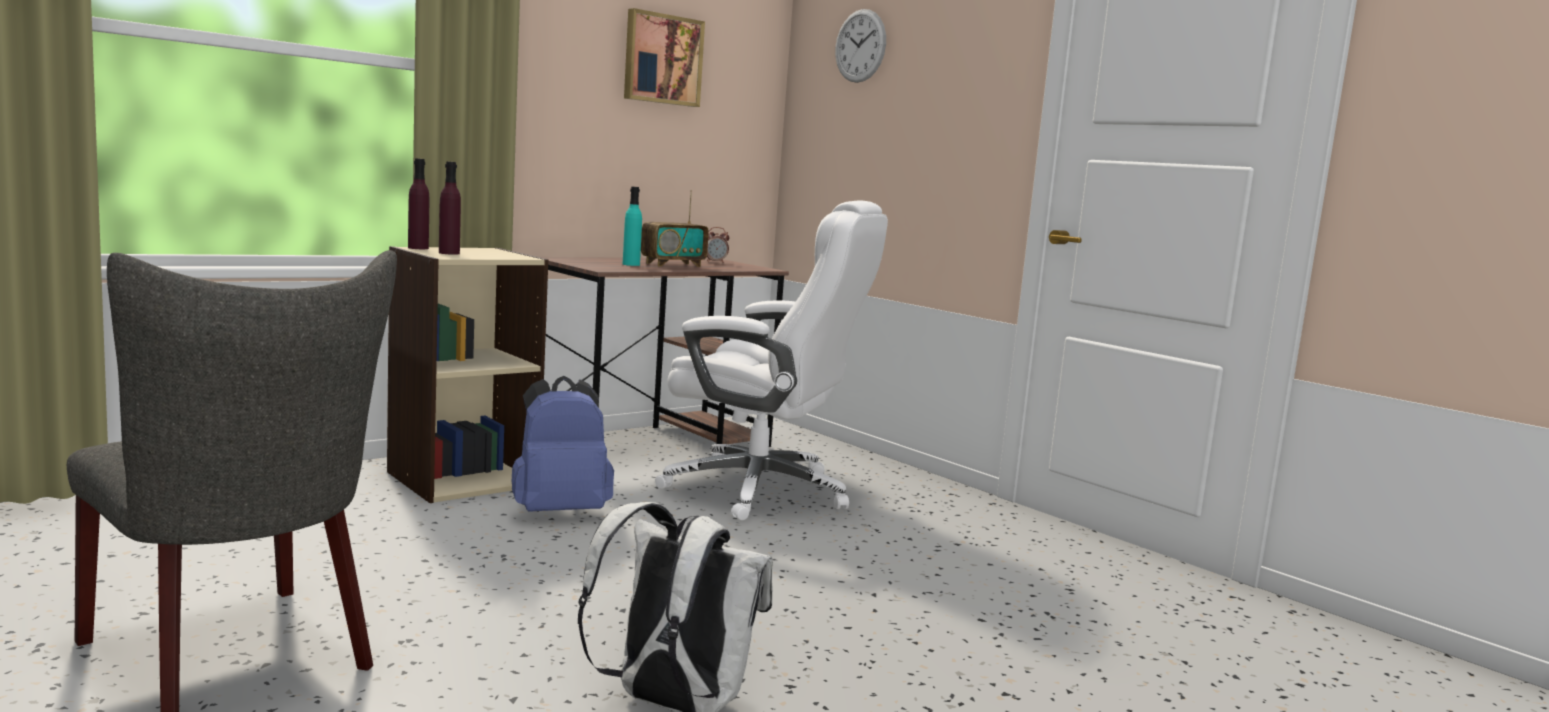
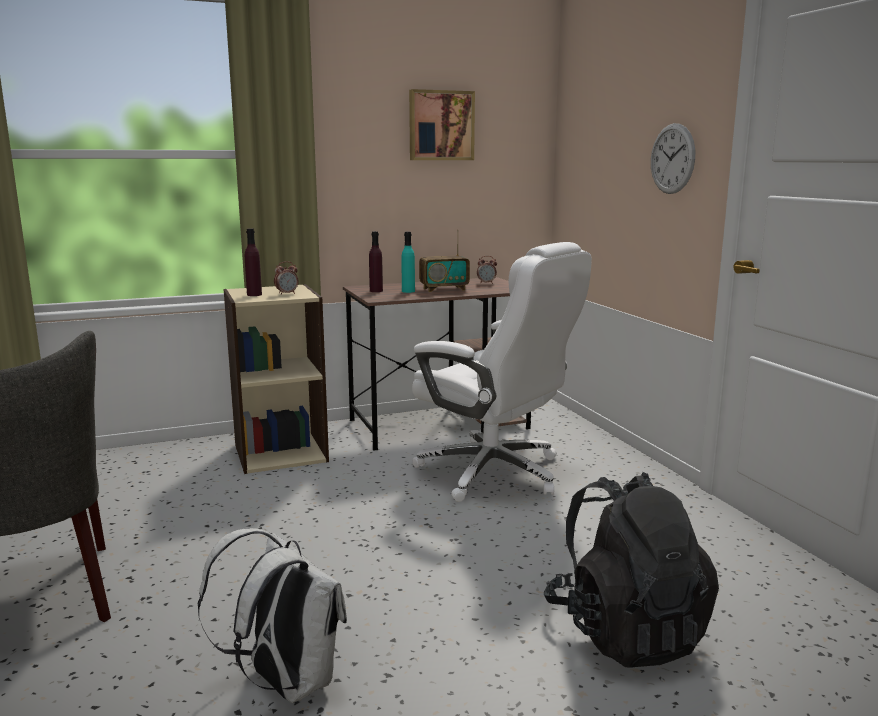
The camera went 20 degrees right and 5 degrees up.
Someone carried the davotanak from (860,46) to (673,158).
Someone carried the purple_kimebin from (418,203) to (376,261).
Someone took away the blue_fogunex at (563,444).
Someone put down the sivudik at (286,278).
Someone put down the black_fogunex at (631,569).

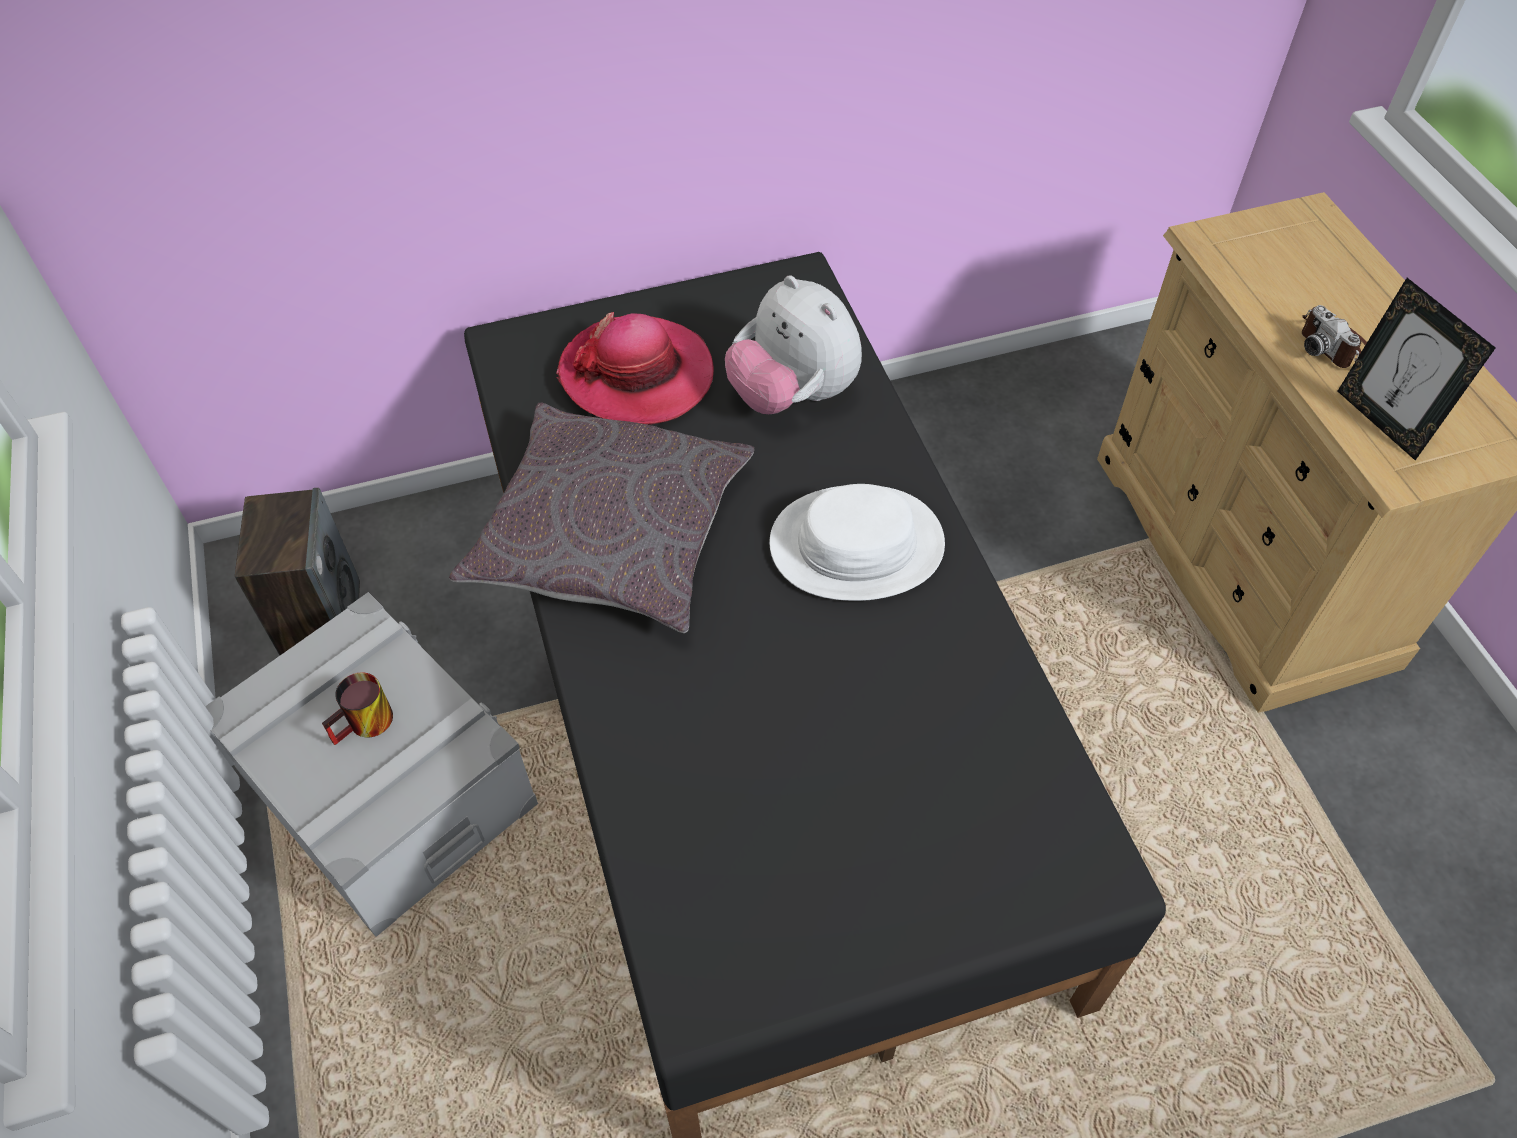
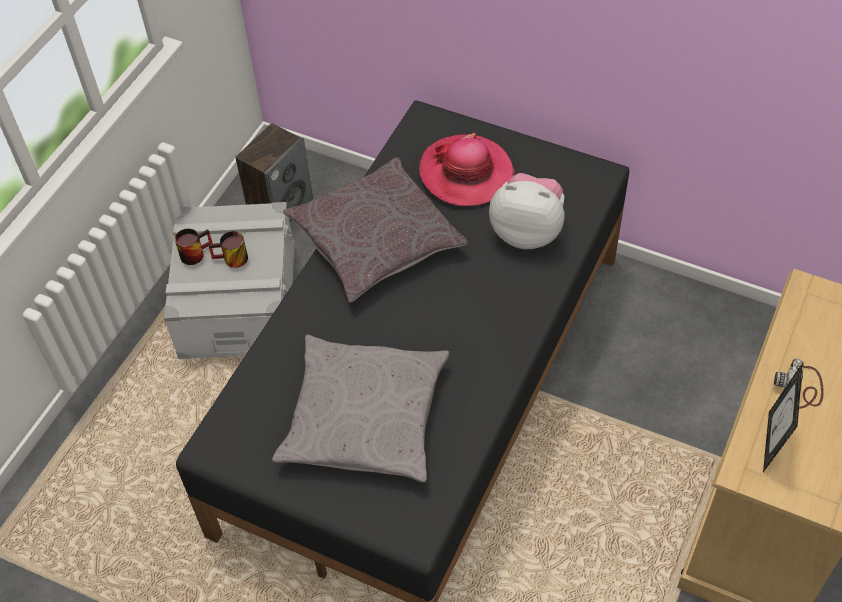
The camera went 45 degrees right and 0 degrees up.
Someone rotated the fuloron at (793,344) by 105 degrees clockwise.
Someone took away the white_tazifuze at (857,542).
Someone put down the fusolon at (194,246).
Someone put down the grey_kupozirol at (360,408).

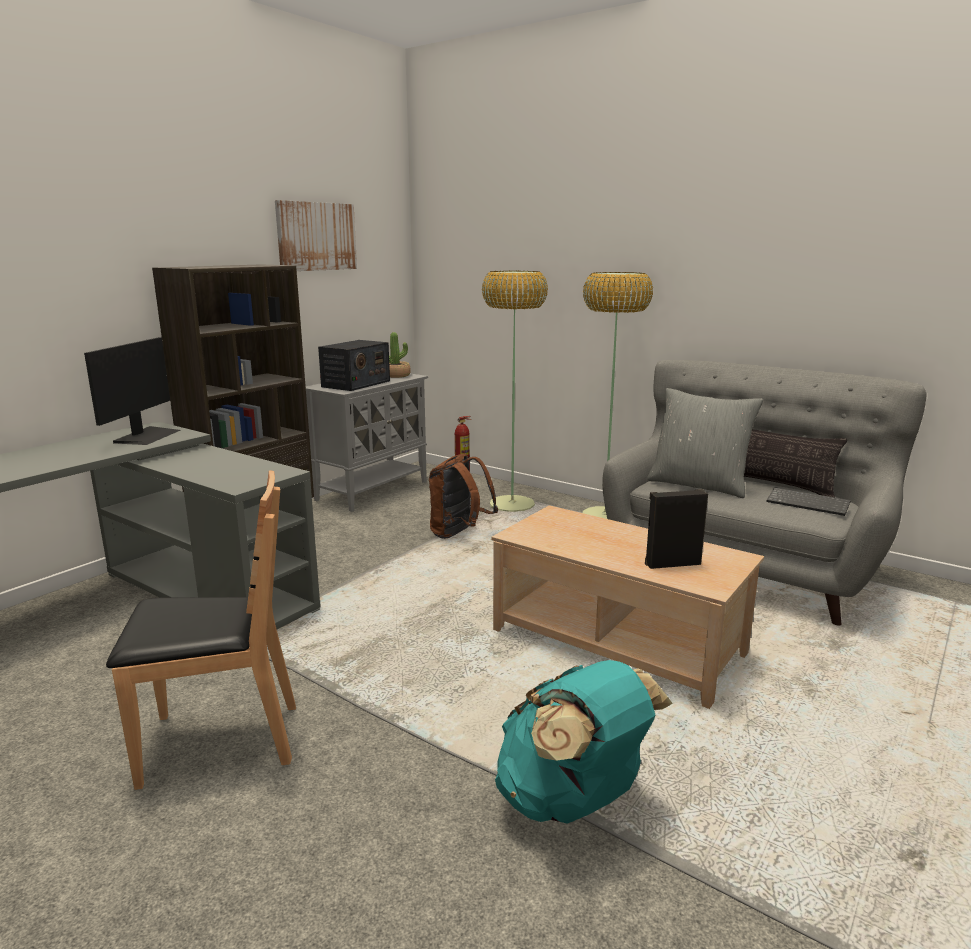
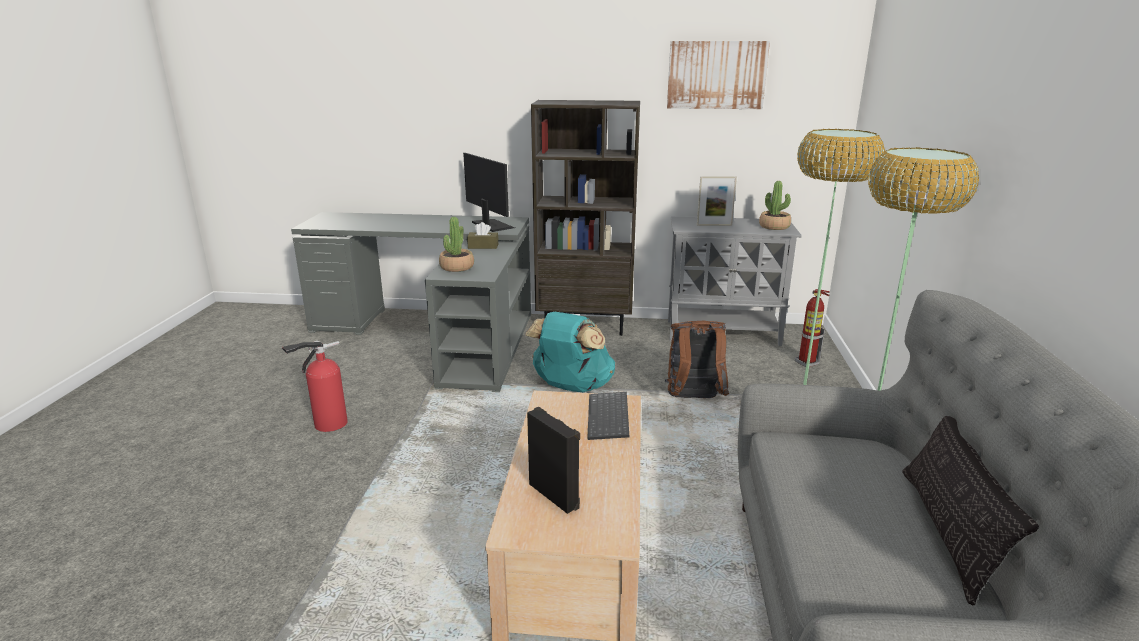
The camera went 60 degrees right and 5 degrees up.
Someone rotated the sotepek at (132,391) by 105 degrees counterclockwise.
Someone swapped the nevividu at (354,365) for the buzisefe at (717,201).
Someone took away the grey_kupozirol at (705,443).
Someone swapped the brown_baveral at (201,630) for the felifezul at (315,386).
Someone carried the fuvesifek from (808,501) to (608,416).
Someone carried the turquoise_fogunex from (584,742) to (570,352).
Someone put down the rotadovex at (456,244).
Someone put down the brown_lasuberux at (482,235).

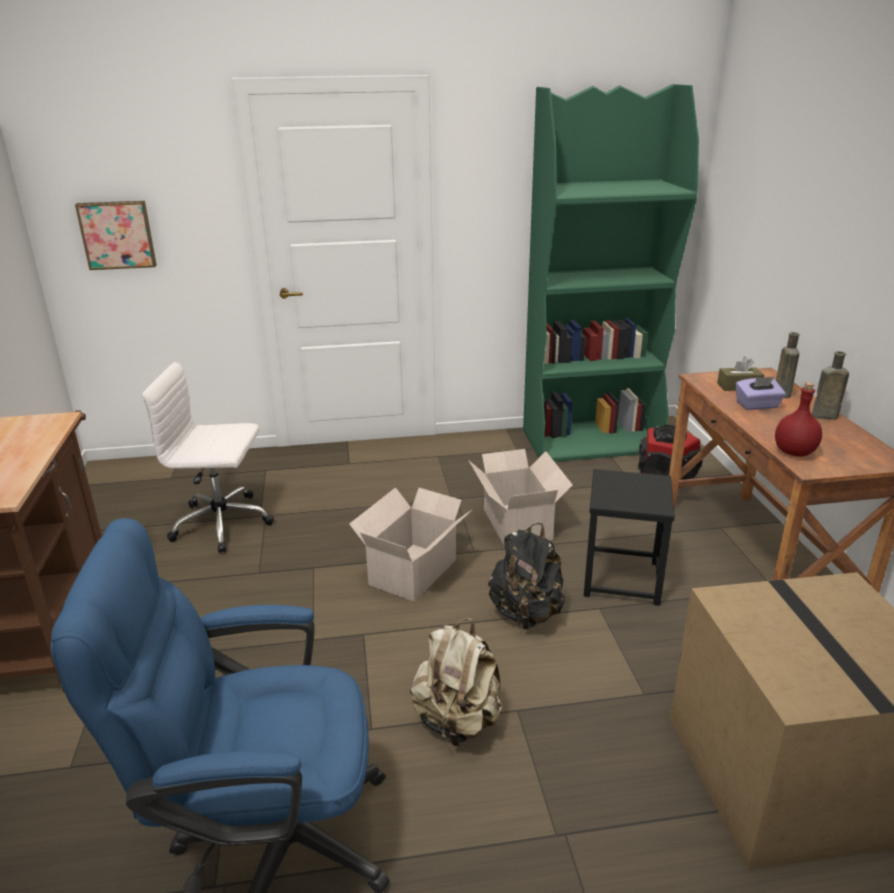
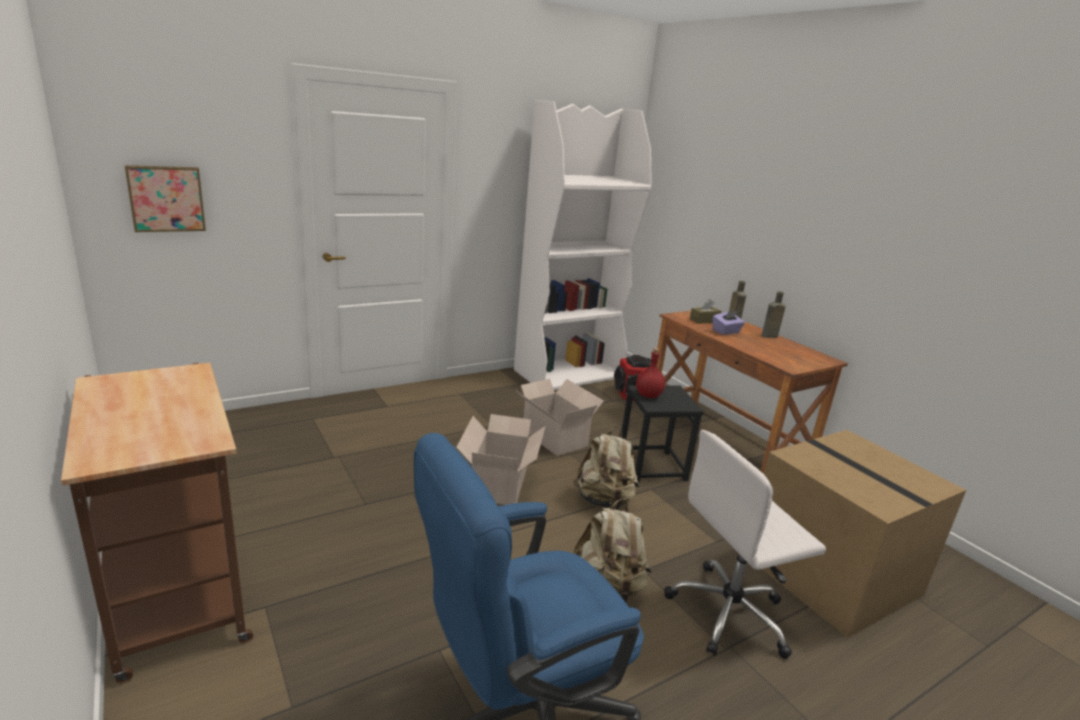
The camera went 25 degrees left and 5 degrees down.
Someone repainted the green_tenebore at (611,273), which became the white_tenebore at (583,245).
Someone carried the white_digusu from (208,457) to (745,544).
Someone carried the red_kimebin from (798,419) to (650,373).
Someone repainted the black_fogunex at (526,576), which became the beige_fogunex at (606,468).

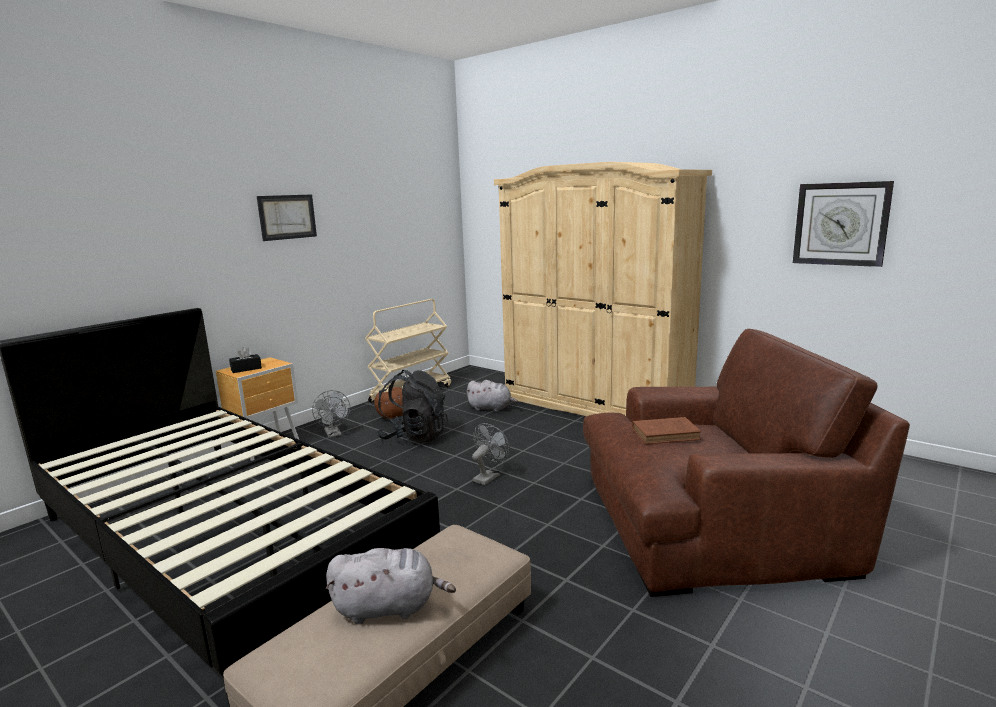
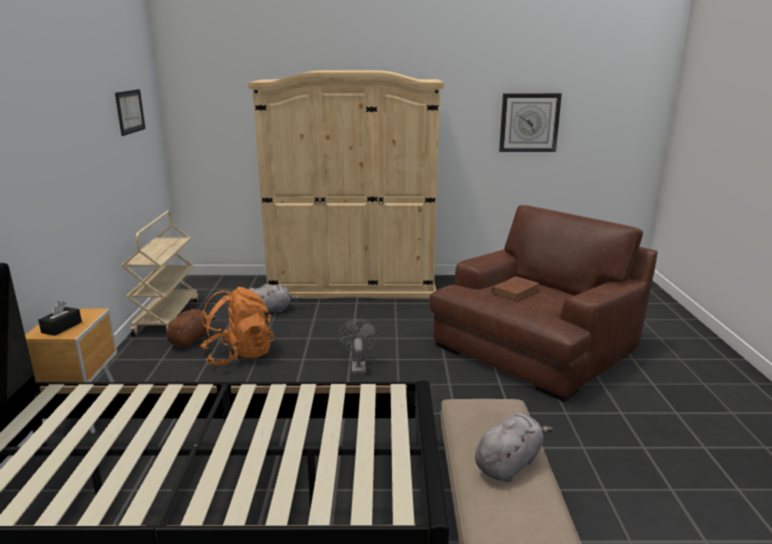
The camera went 40 degrees left and 5 degrees up.
Someone carried the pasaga from (287,217) to (130,112).
Someone repainted the black_fogunex at (412,406), which became the orange_fogunex at (237,326).
Someone took away the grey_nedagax at (331,414).

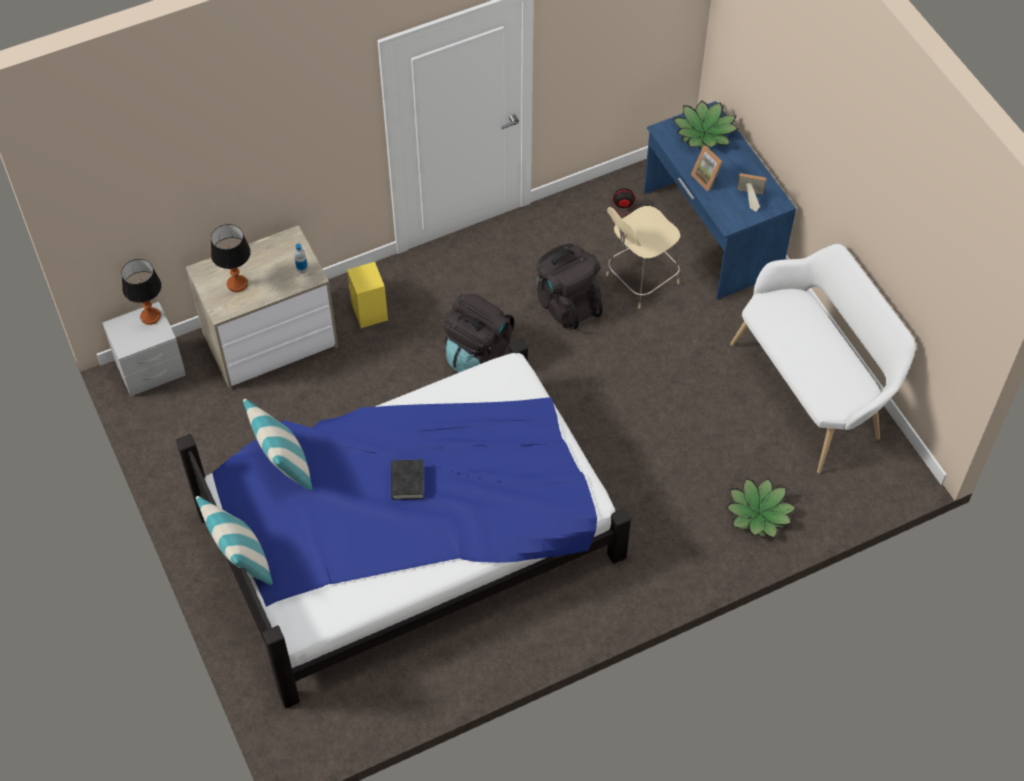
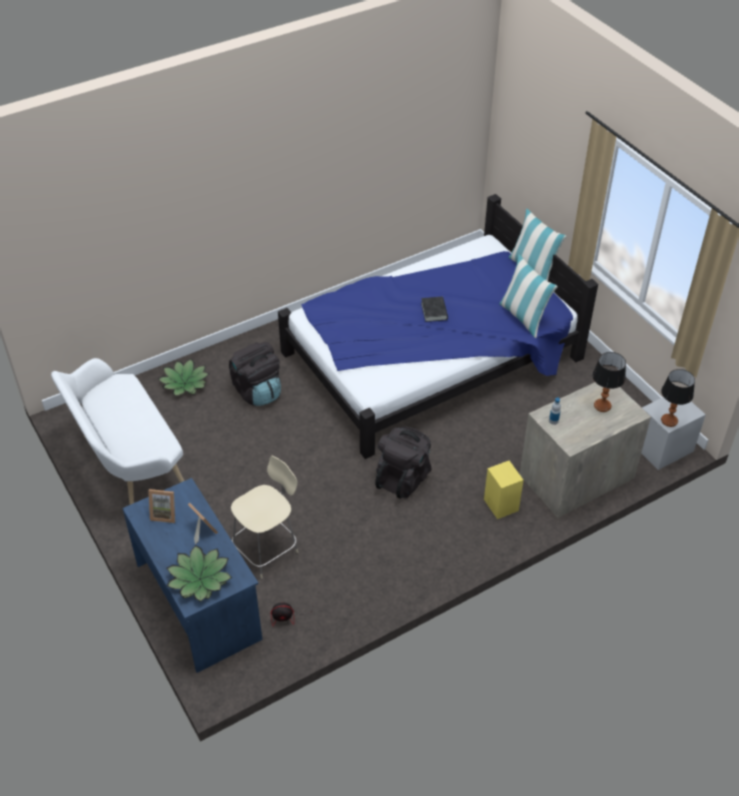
The camera went 175 degrees right and 10 degrees down.
Someone carried the black_fogunex from (570,286) to (255,374).

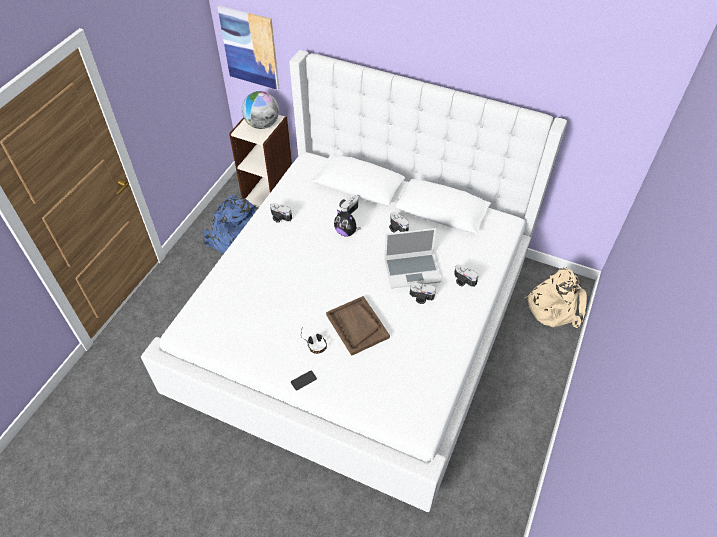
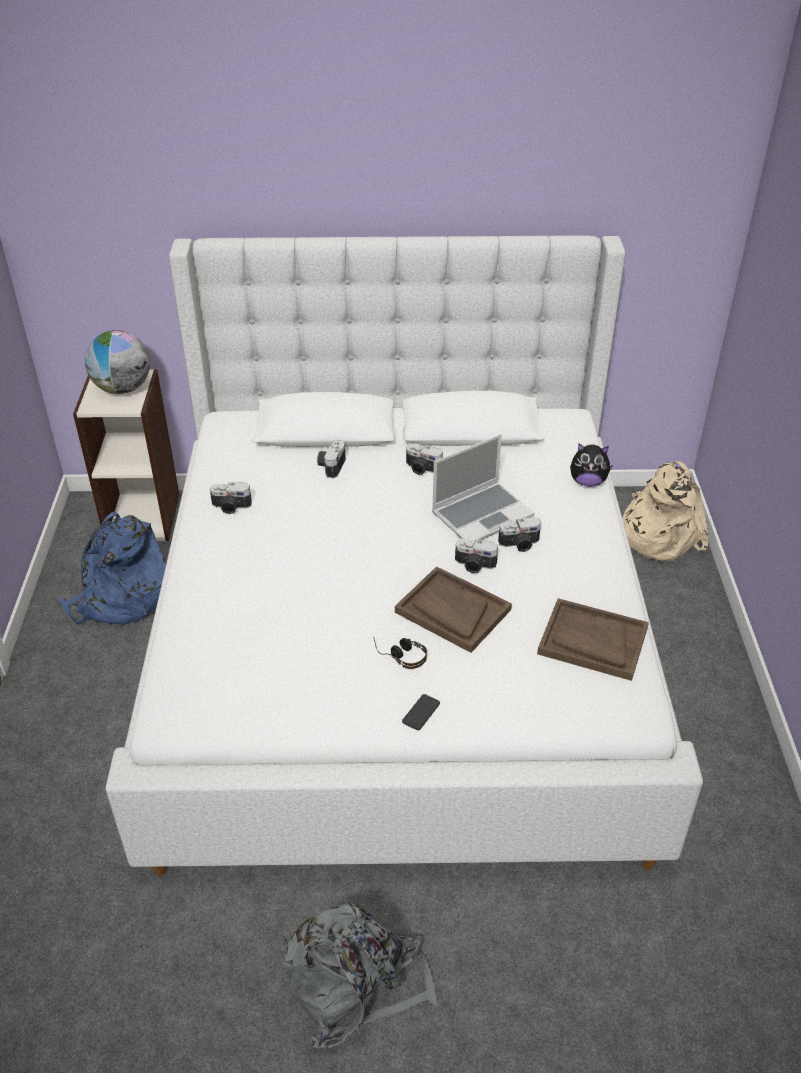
The camera went 25 degrees left and 10 degrees down.
Someone took away the pasaga at (248,48).
Someone carried the fuloron from (347,223) to (591,465).
Someone carried the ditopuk from (466,275) to (476,556).
Someone put down the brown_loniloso at (593,639).
Someone put down the grey_fogunex at (360,975).

